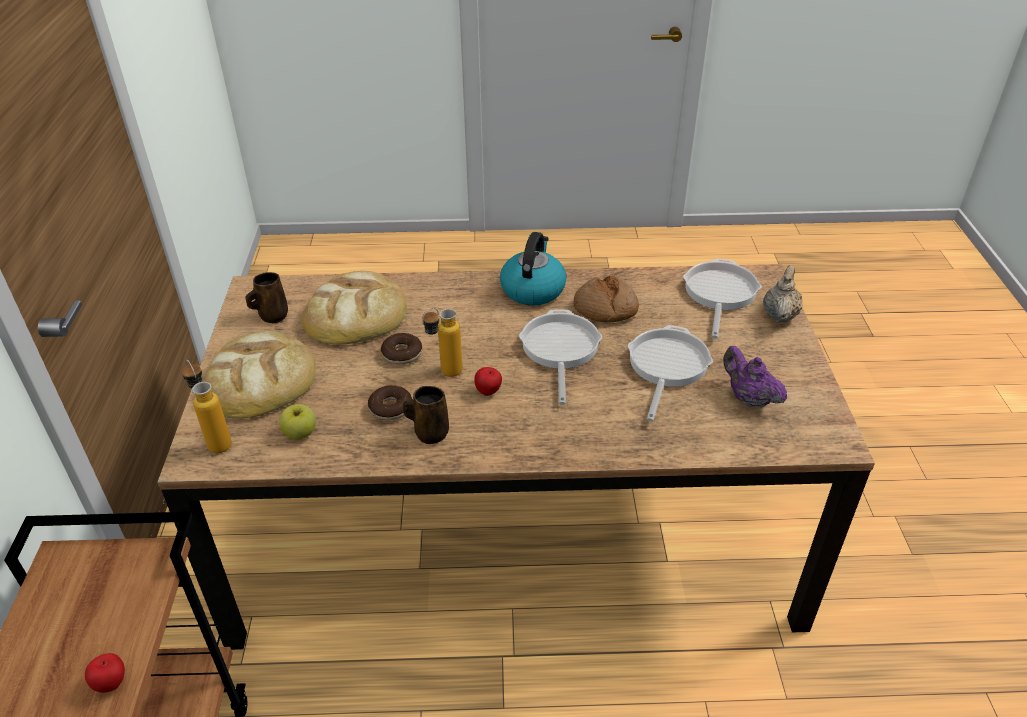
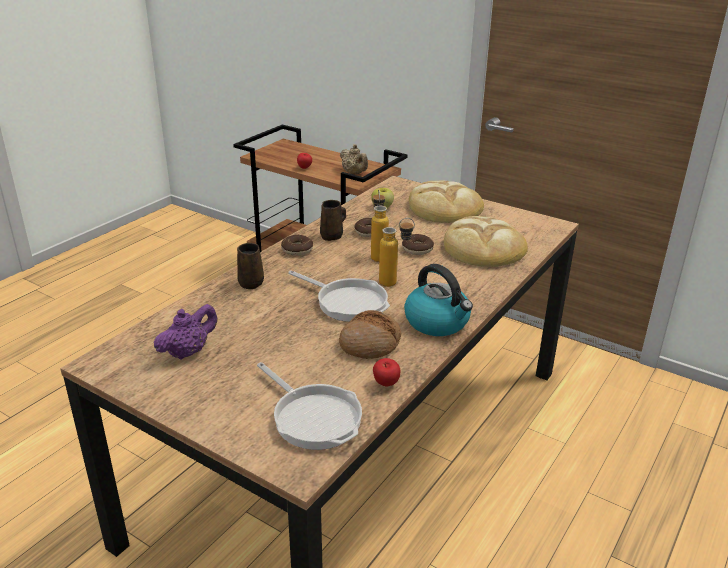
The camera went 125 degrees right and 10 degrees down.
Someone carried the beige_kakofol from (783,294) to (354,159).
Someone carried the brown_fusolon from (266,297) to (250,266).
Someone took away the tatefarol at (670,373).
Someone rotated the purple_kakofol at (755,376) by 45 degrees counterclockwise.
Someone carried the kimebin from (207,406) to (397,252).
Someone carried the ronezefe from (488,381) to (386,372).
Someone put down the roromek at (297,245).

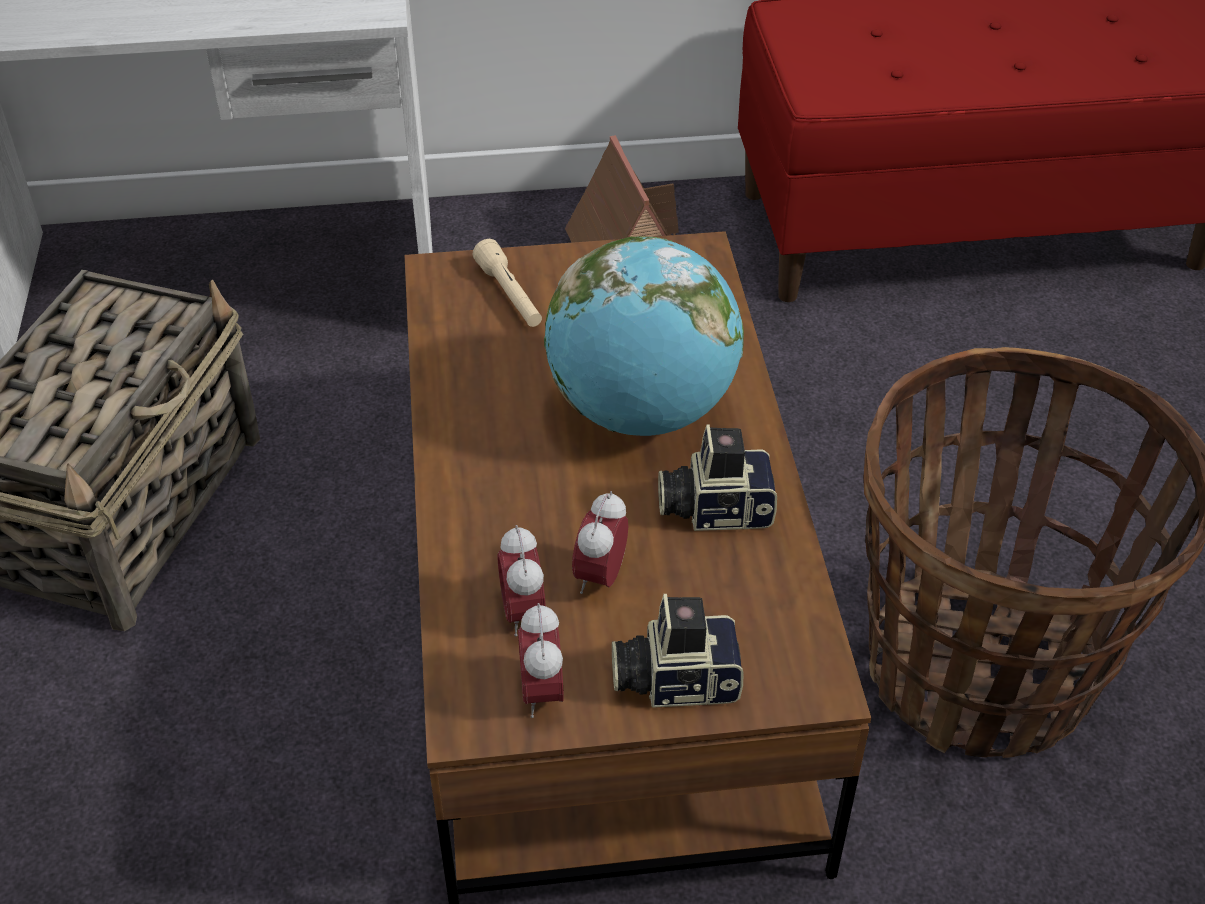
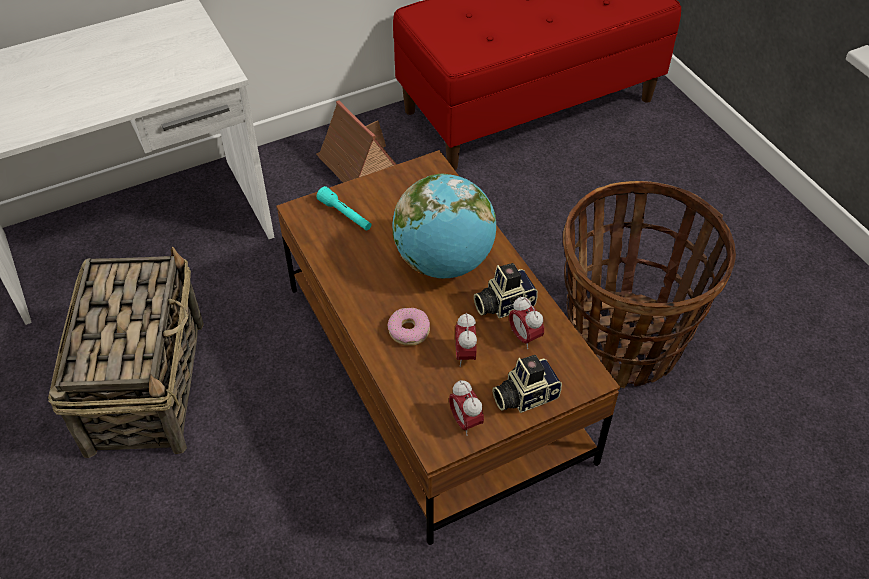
The camera went 20 degrees left and 5 degrees up.
Someone repainted the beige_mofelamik at (507,283), which became the turquoise_mofelamik at (344,208).
Someone carried the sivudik from (521,580) to (526,322).
Someone put down the roromek at (409,327).

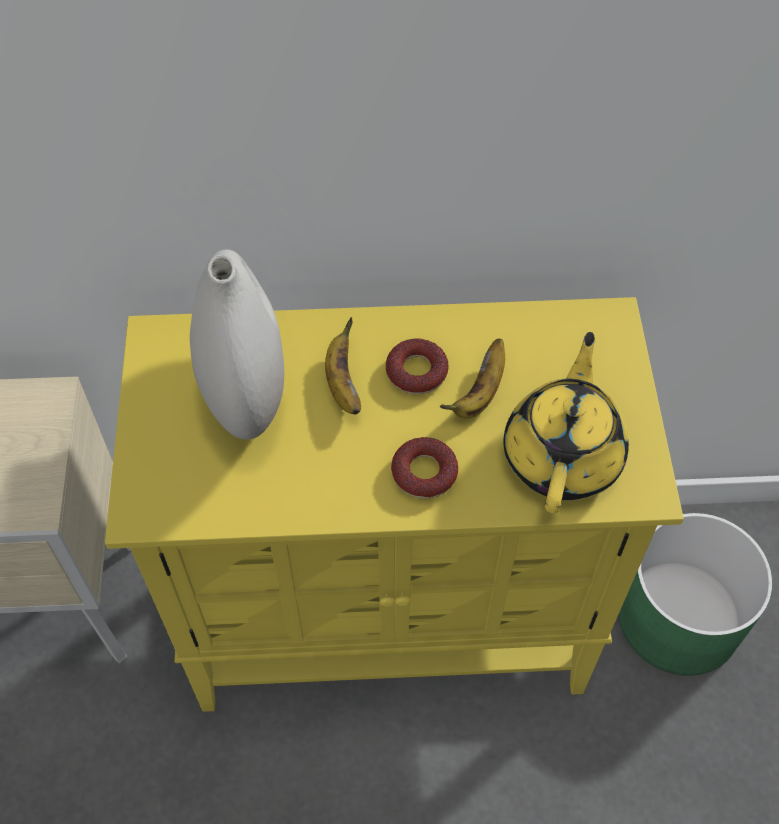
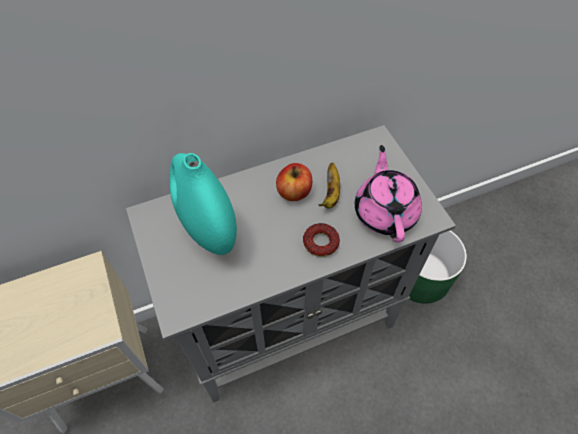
The camera went 20 degrees left and 0 degrees up.
Someone repainted the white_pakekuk at (237,344), which became the turquoise_pakekuk at (203,204).
Someone repainted the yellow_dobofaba at (394,504), which became the grey_dobofaba at (291,264).
Someone took away the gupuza at (343,365).
Someone repainted the yellow_kakofol at (566,422), which became the pink_kakofol at (388,194).
Someone swapped the roromek at (417,367) for the ronezefe at (294,182).

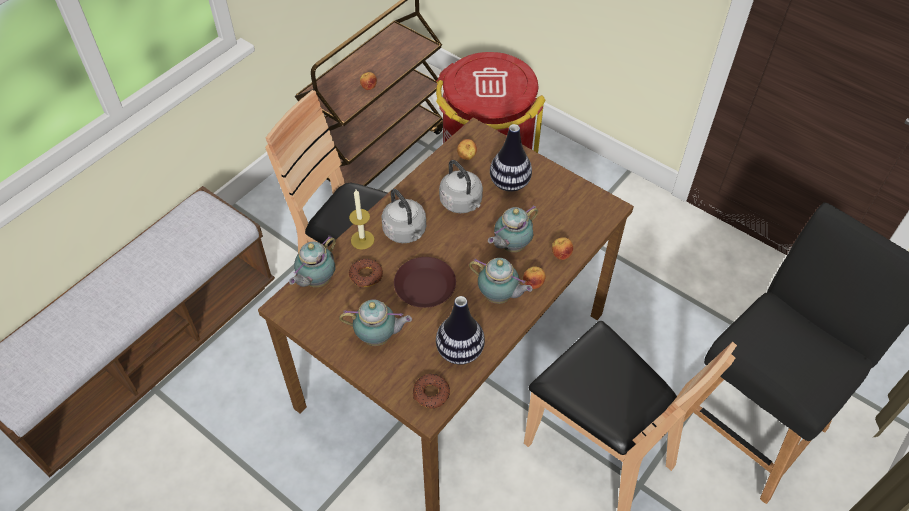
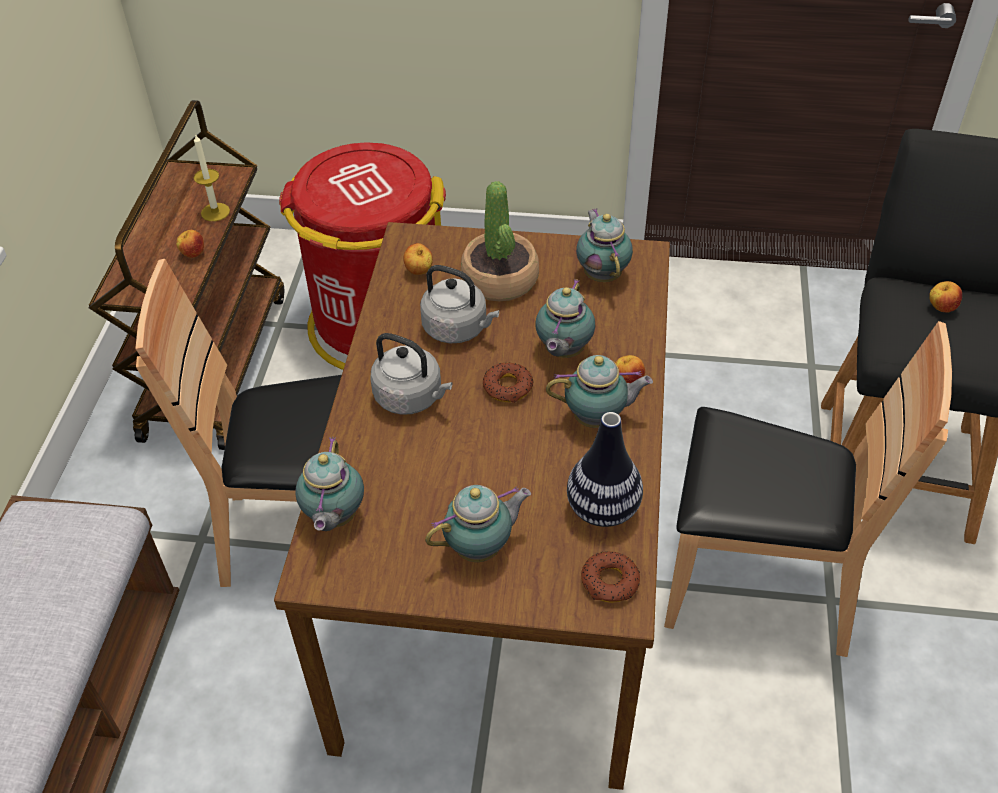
The camera went 30 degrees left and 5 degrees down.
Someone swapped the pakekuk at (511,158) for the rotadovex at (500,241).
Someone carried the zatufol from (362,220) to (212,177).
Someone carried the ronezefe from (562,248) to (945,296).
Someone took away the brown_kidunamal at (425,282).
Someone carried the roromek from (366,273) to (508,382).
Someone put down the kakofol at (604,245).

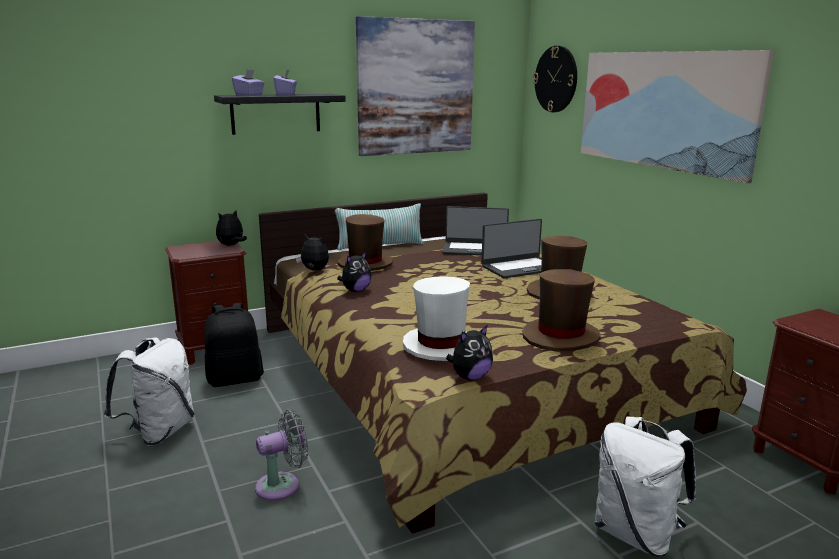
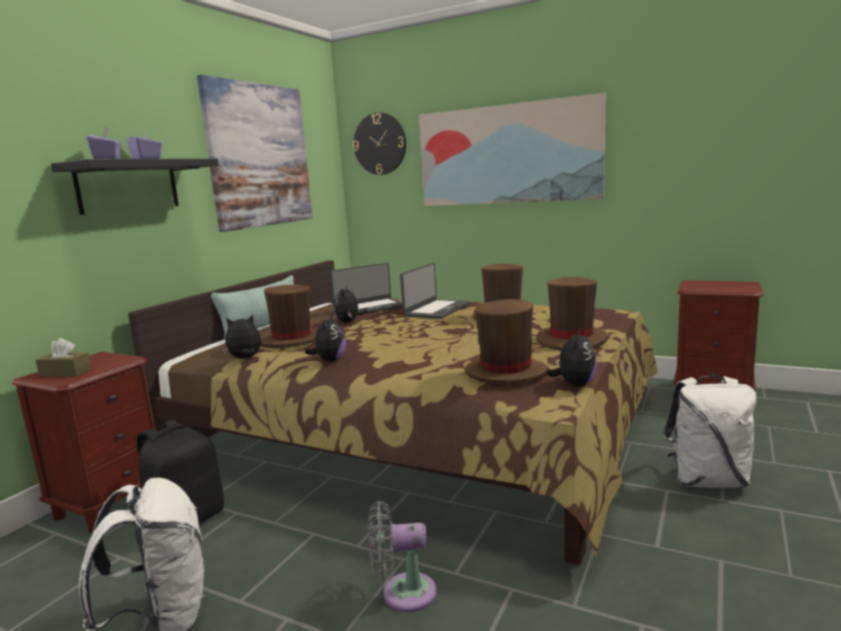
The camera went 35 degrees left and 5 degrees down.
Someone carried the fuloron from (231,228) to (350,304).
Someone repainted the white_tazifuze at (436,319), which became the brown_tazifuze at (507,342).
Someone rotated the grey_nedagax at (281,455) by 120 degrees counterclockwise.
Someone put down the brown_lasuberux at (63,357).

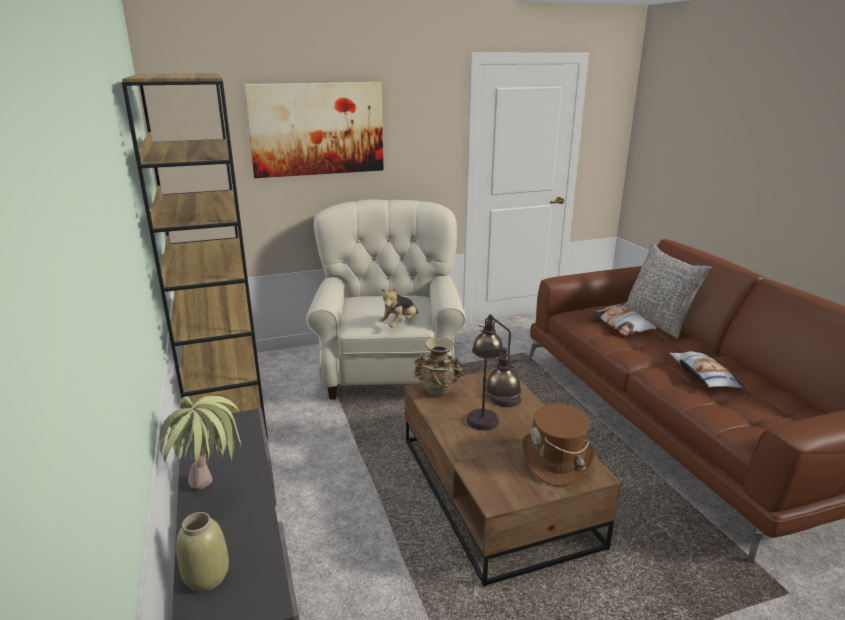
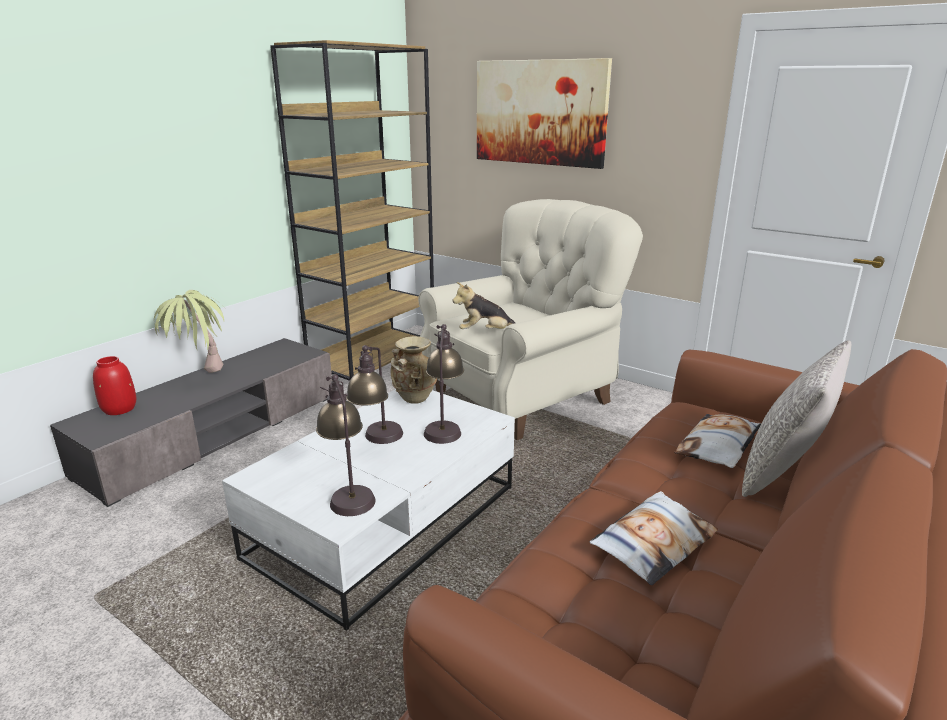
The camera went 55 degrees right and 0 degrees up.
Someone repainted the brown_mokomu at (513,478), which became the white_mokomu at (368,509).
Someone swapped the brown_tazifuze at (559,445) for the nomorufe at (346,445).
Someone repainted the beige_pakekuk at (202,552), which became the red_pakekuk at (114,385).

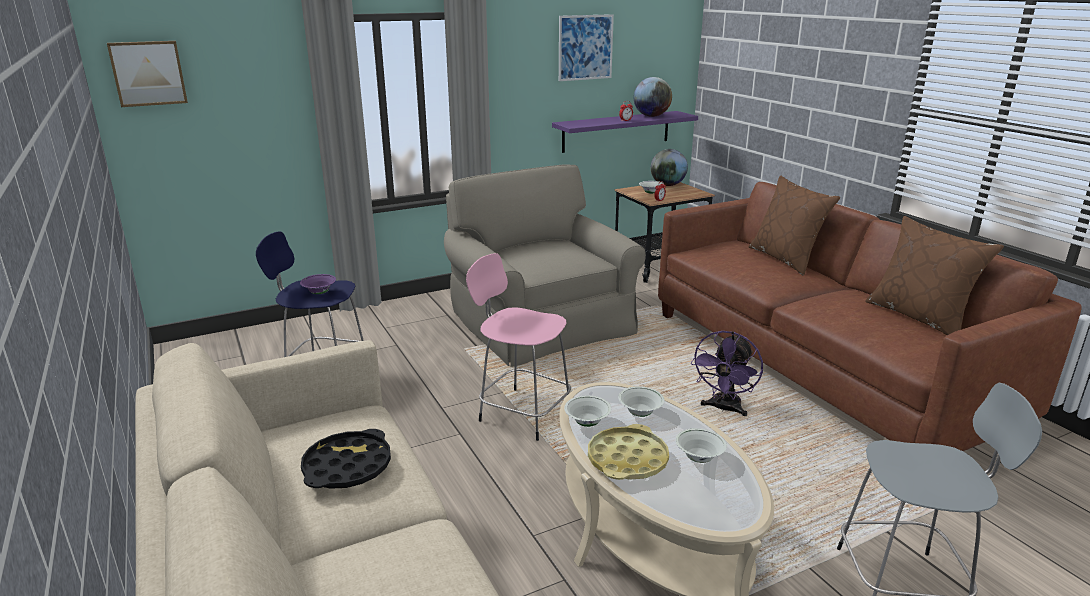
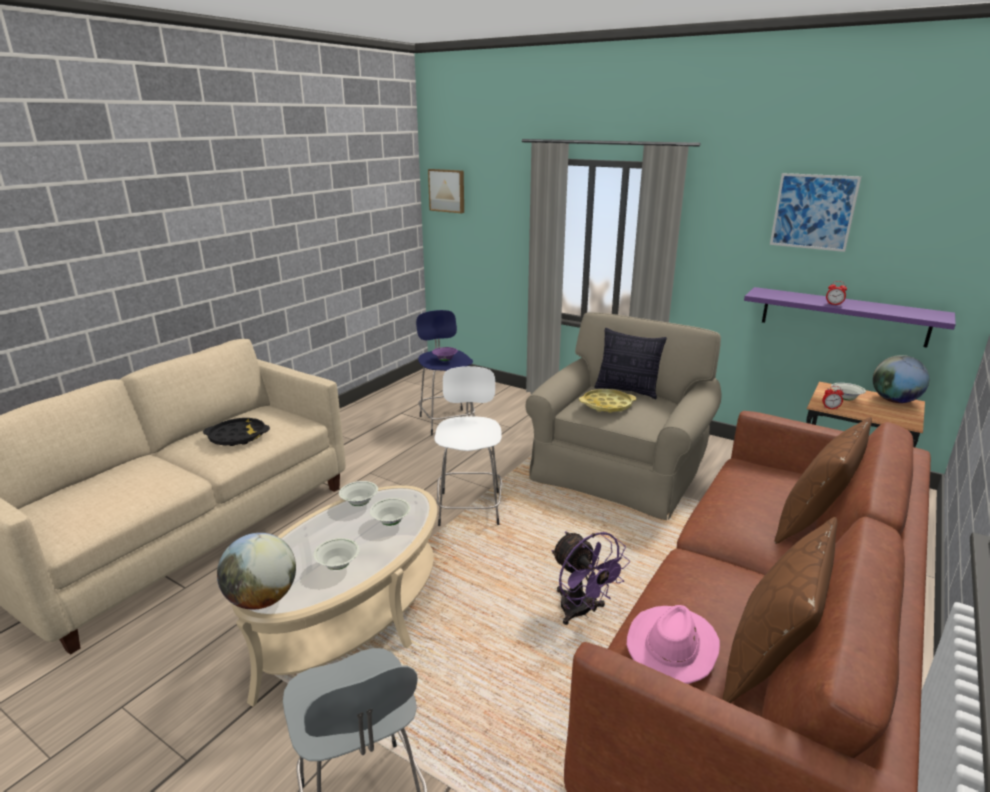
The camera went 60 degrees right and 0 degrees up.
Someone carried the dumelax from (653,97) to (256,571).
Someone repainted the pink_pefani at (518,347), which became the white_pefani at (468,446).
Someone rotated the purple_nedagax at (727,373) by 120 degrees counterclockwise.
Someone carried the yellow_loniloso from (628,452) to (607,401).
Someone put down the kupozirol at (630,363).
Someone put down the pink_tazifuze at (673,644).

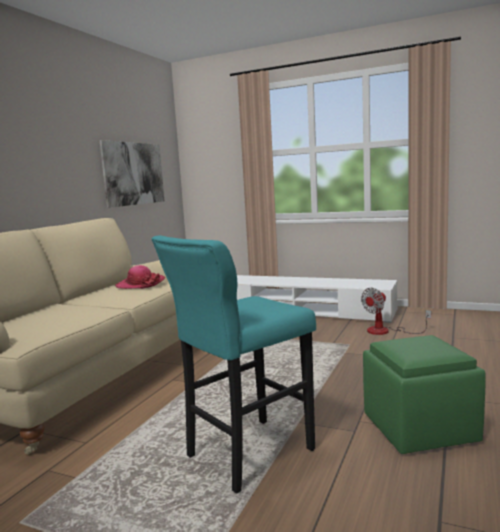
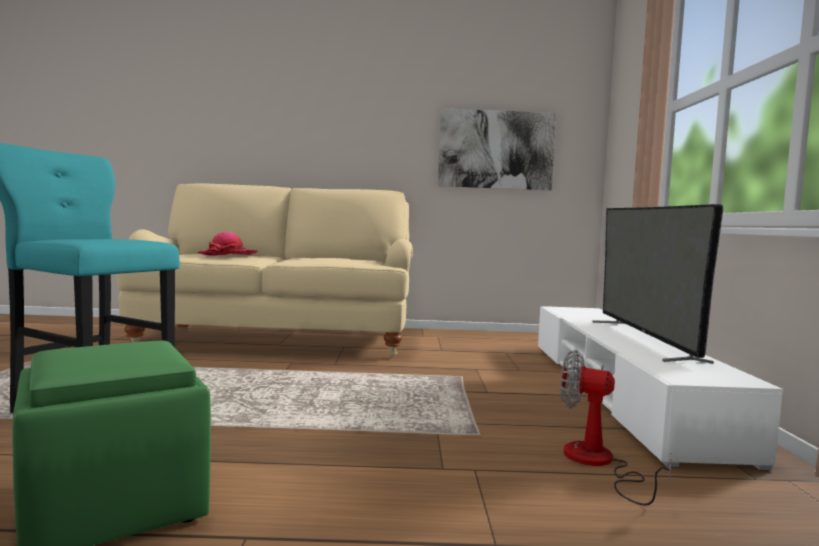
The camera went 65 degrees right and 5 degrees down.
Someone carried the tazifuze from (140,277) to (228,244).
Someone put down the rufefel at (658,284).

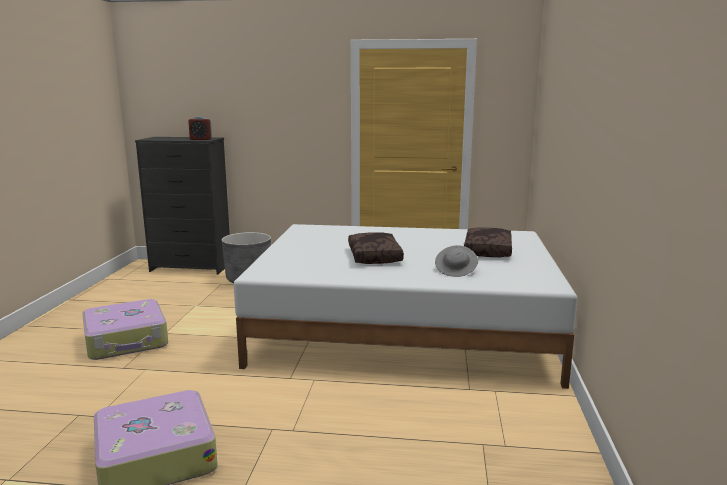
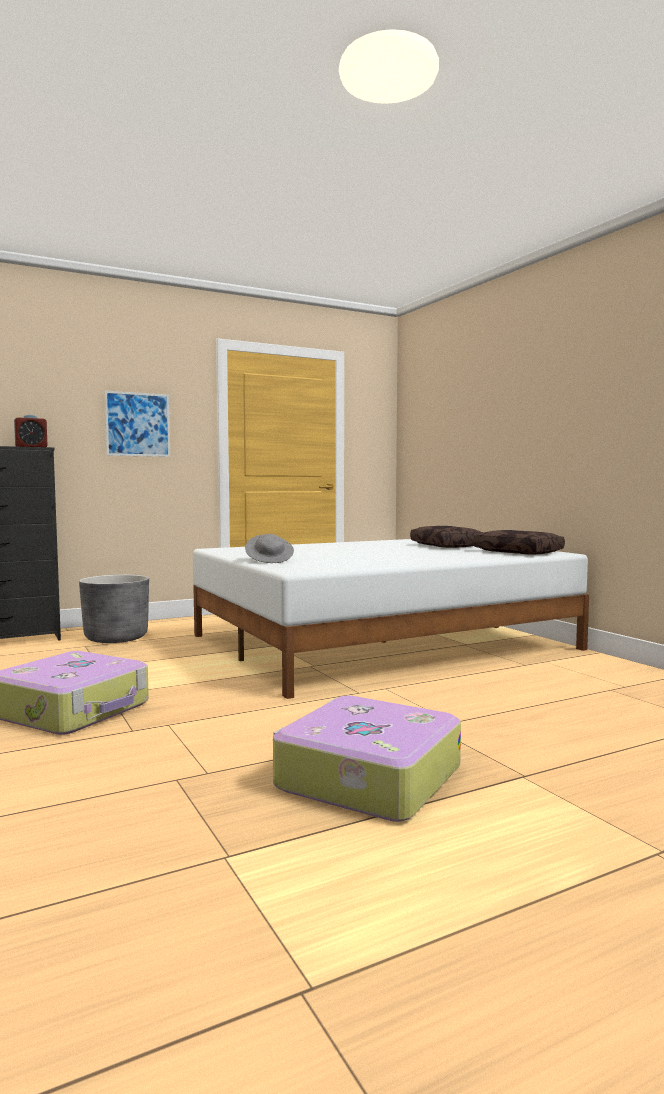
The camera went 35 degrees left and 10 degrees down.
Someone carried the brown_kupozirol from (376,248) to (519,542).
Someone carried the grey_tazifuze from (456,261) to (269,548).
Someone put up the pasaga at (137,424).

